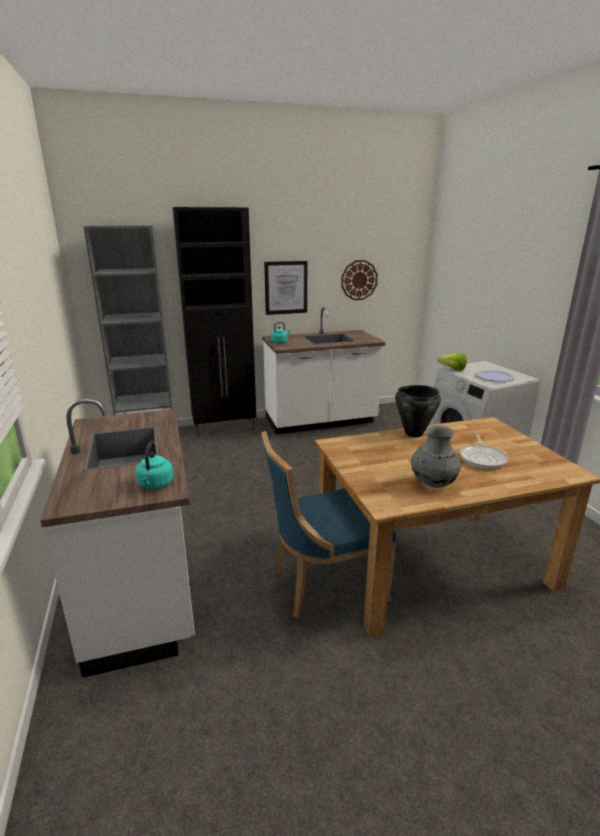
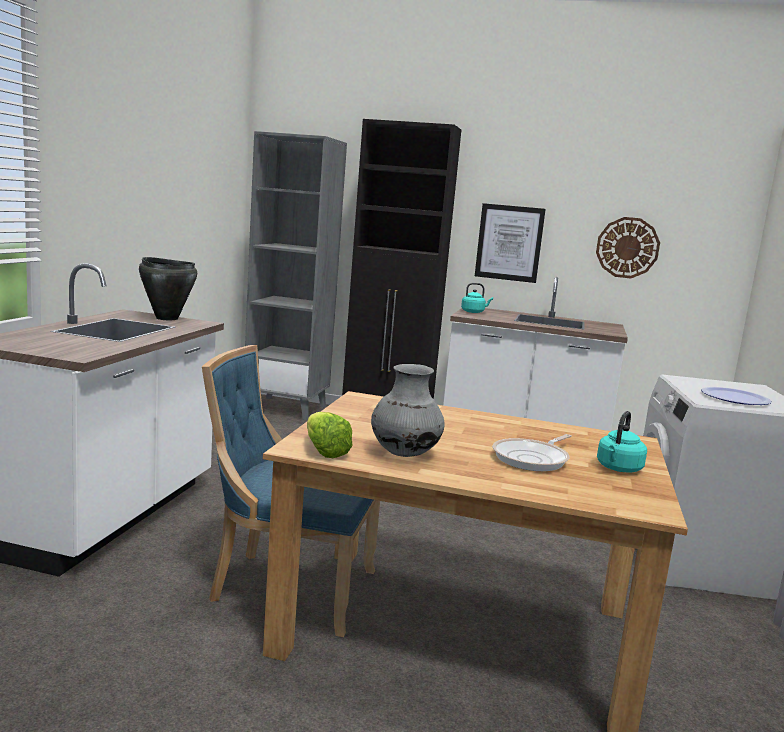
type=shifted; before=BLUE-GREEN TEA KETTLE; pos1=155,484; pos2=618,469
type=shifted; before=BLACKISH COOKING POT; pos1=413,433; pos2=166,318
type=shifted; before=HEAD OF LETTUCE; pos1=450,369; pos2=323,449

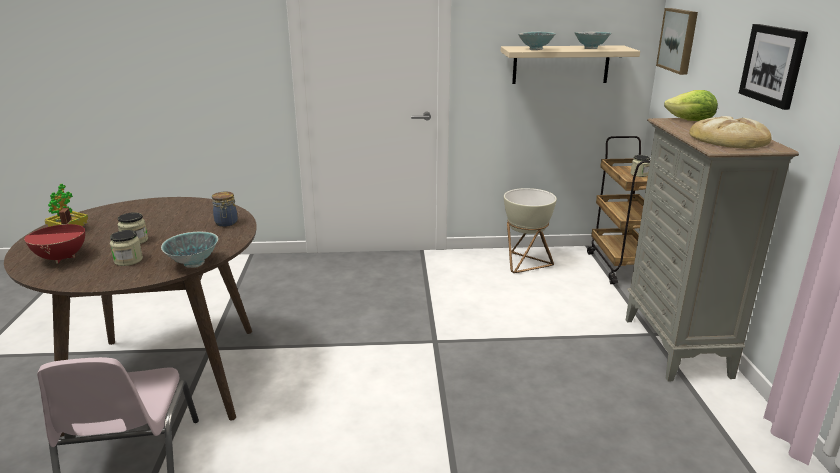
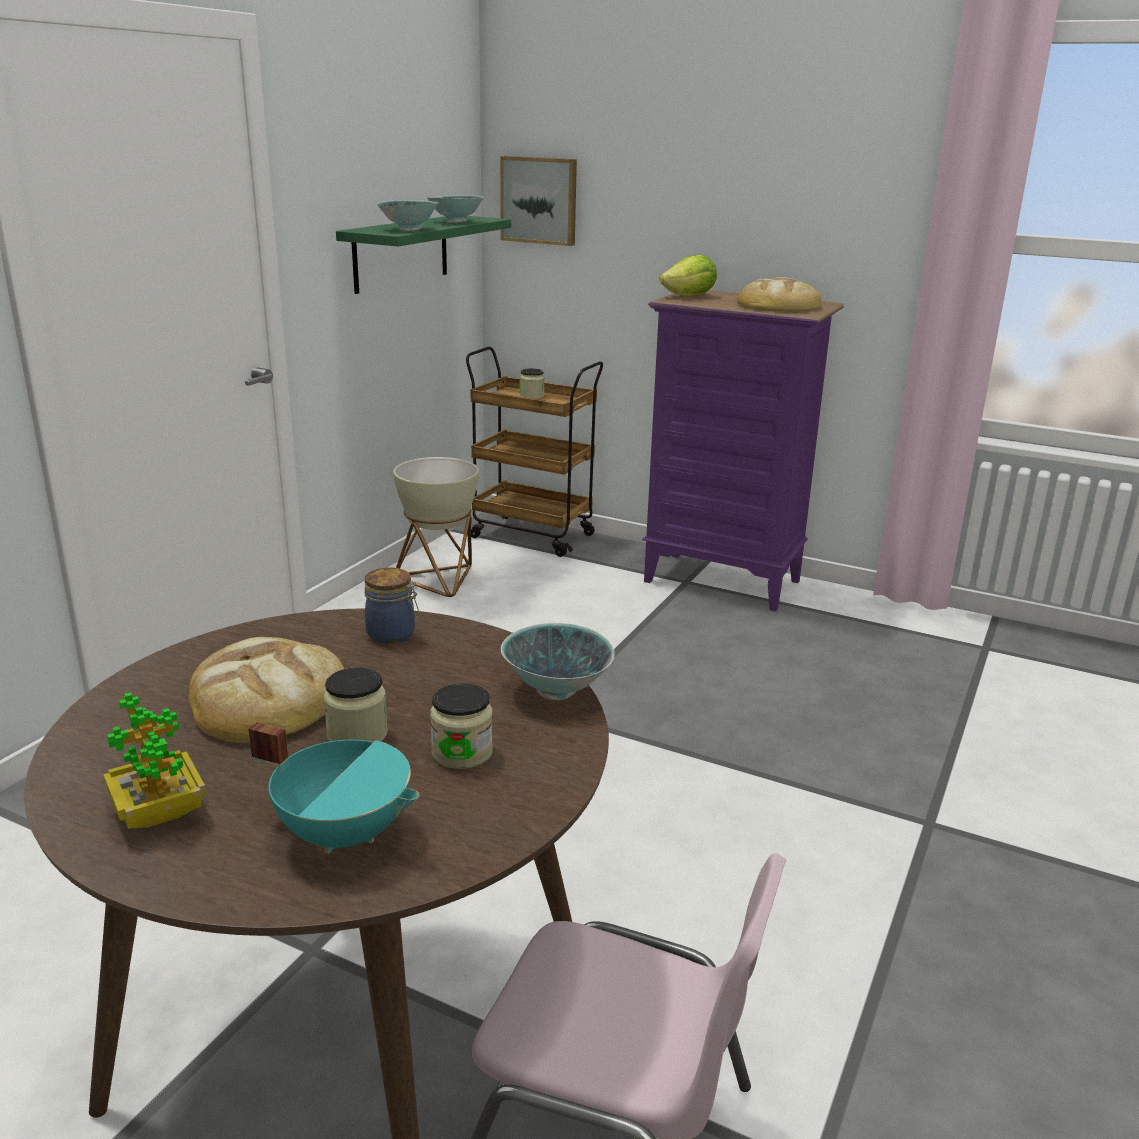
type=repainted; before=REDDISH COOKING POT; after=BLUE-GREEN COOKING POT; pos1=63,258; pos2=345,832
type=repainted; before=BEIGE-COLOURED WALL SHELF; after=GREEN-COLOURED WALL SHELF; pos1=561,64; pos2=401,253
type=repainted; before=GREY DRESSER; after=PURPLE-COLOURED DRESSER; pos1=675,348; pos2=724,583
type=gone; before=PICTURE; pos1=773,65
type=new; after=BAKERY BREAD; pos2=267,698

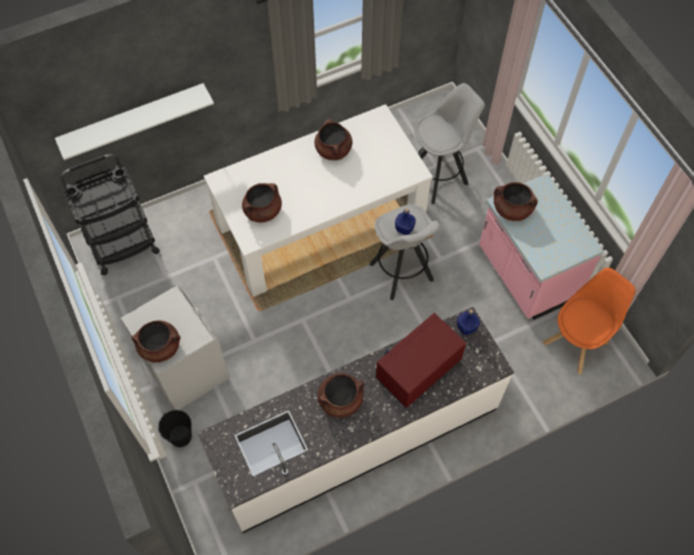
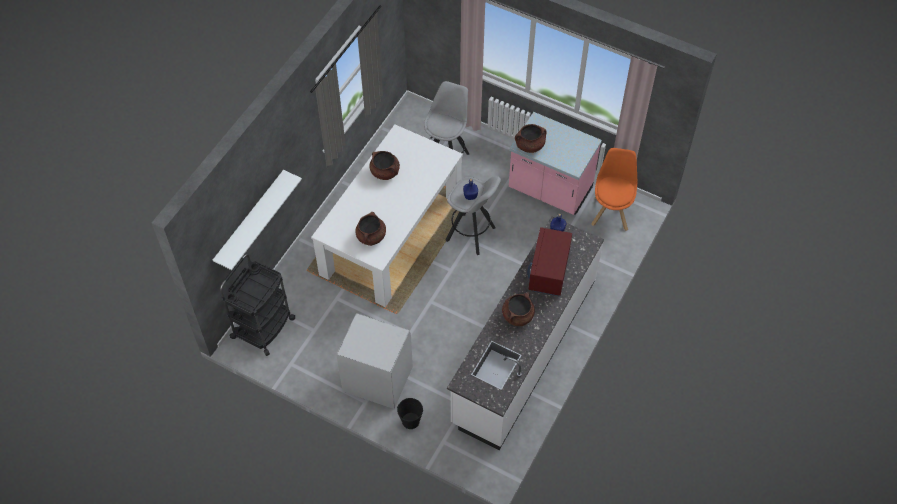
type=gone; before=BROWNISH COOKING POT; pos1=160,347

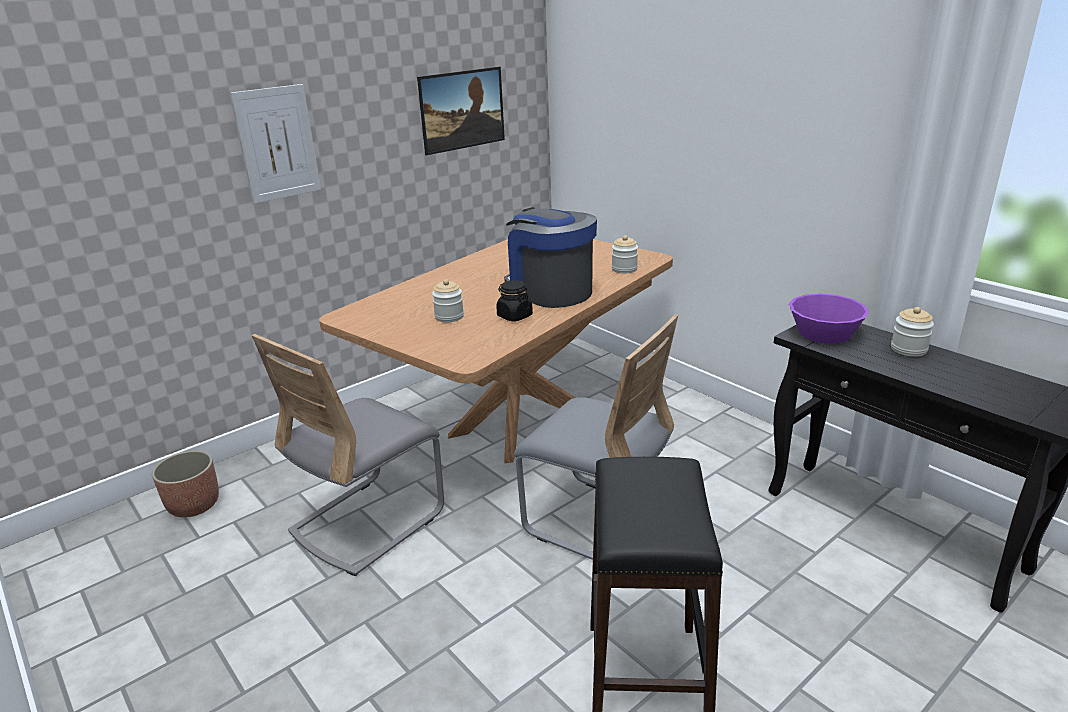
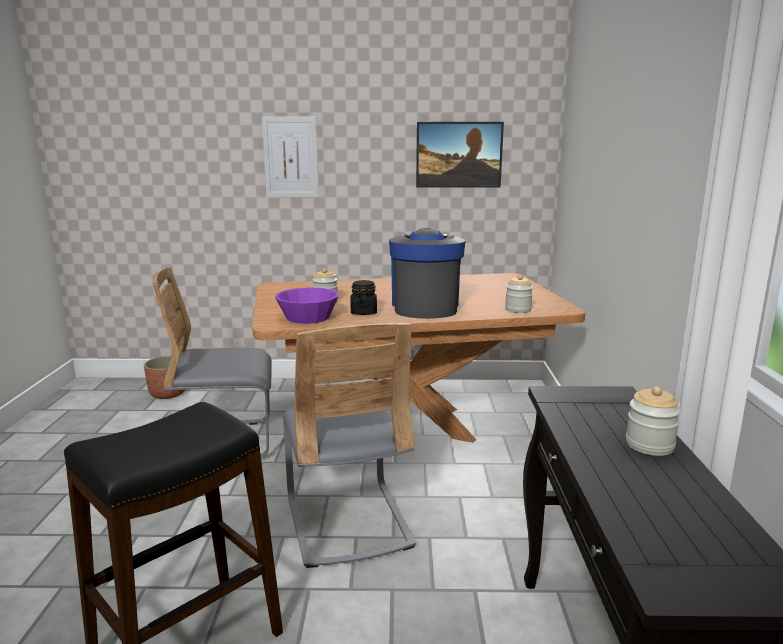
type=shifted; before=PURPLE-COLOURED SERVING BOWL; pos1=824,332; pos2=308,317

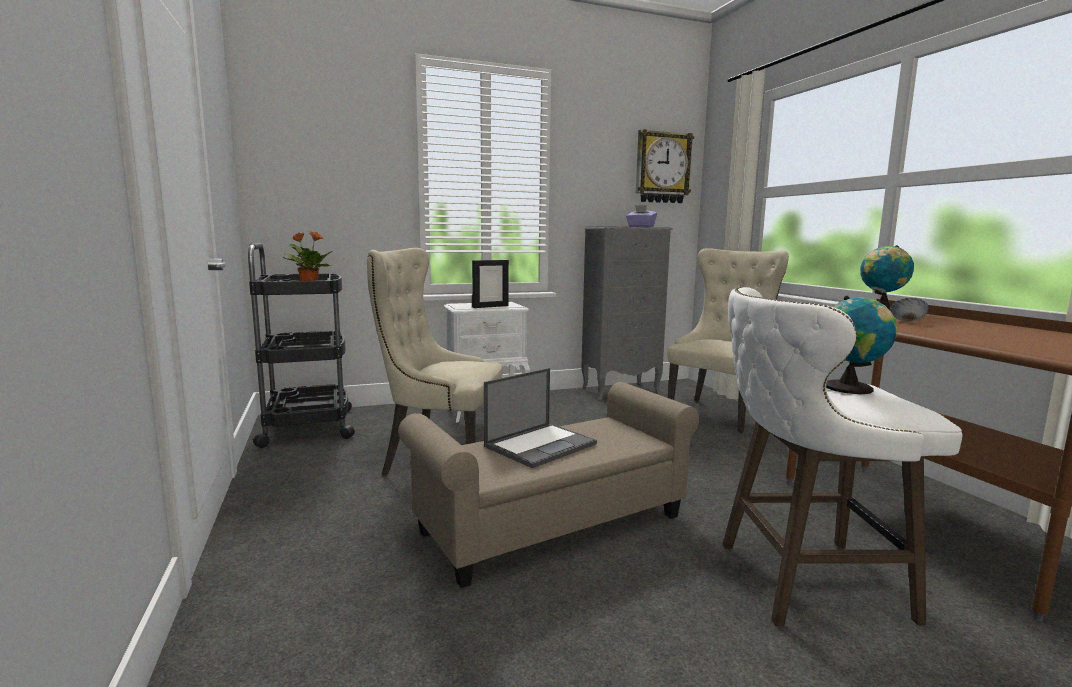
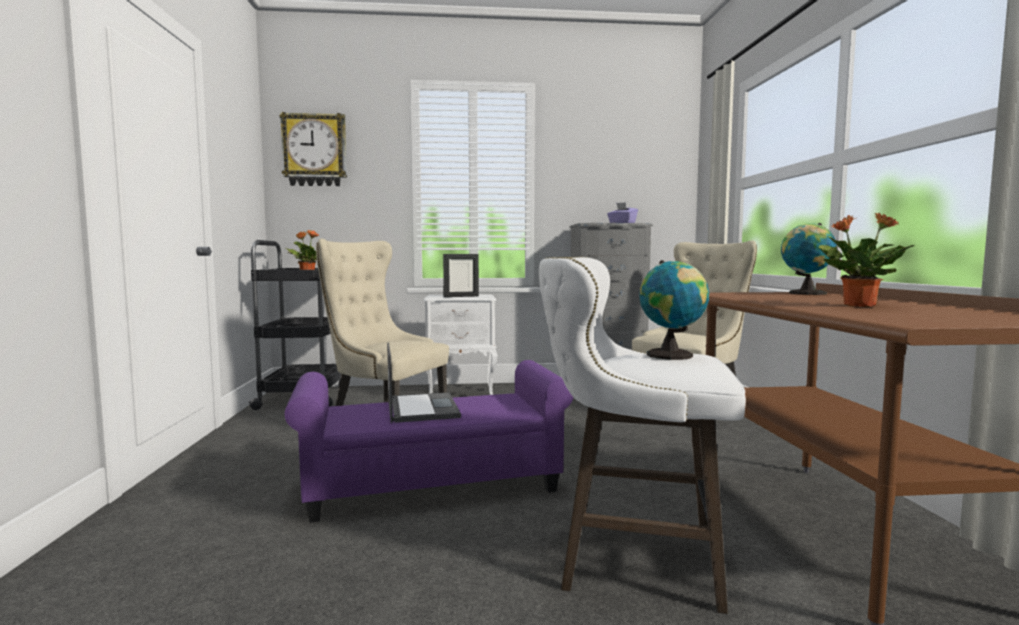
type=repainted; before=BEIGE-COLOURED FOOTREST; after=PURPLE-COLOURED FOOTREST; pos1=553,524; pos2=433,485
type=rotated; before=LAPTOP; pos1=541,445; pos2=421,408; turn=-75
type=shifted; before=WALL CLOCK; pos1=662,168; pos2=315,150
type=gone; before=SERVING BOWL; pos1=907,321
type=new; after=PLANT IN A POT; pos2=858,305

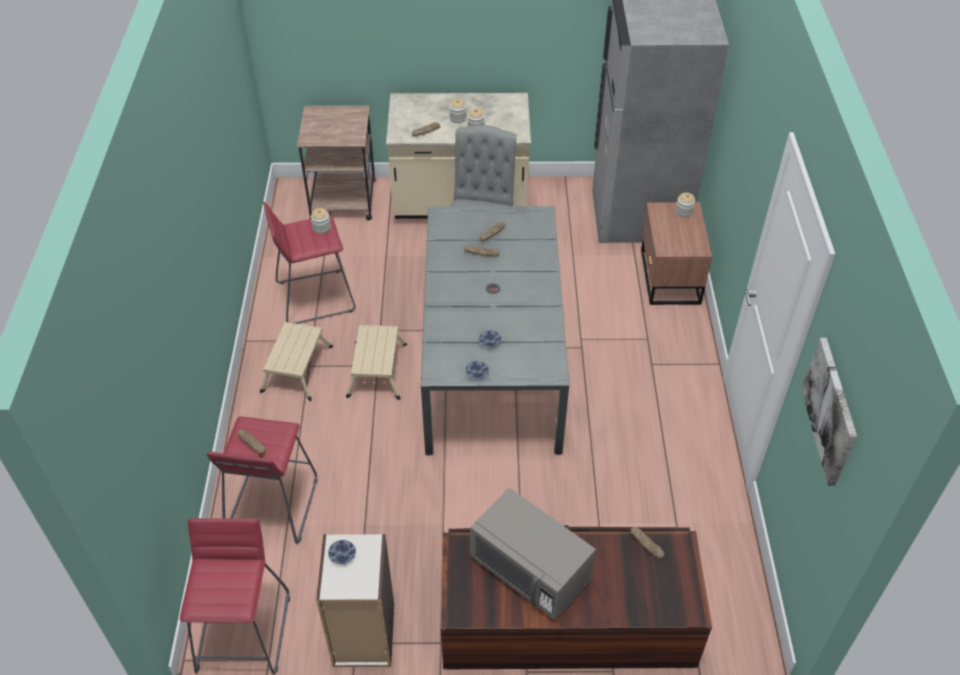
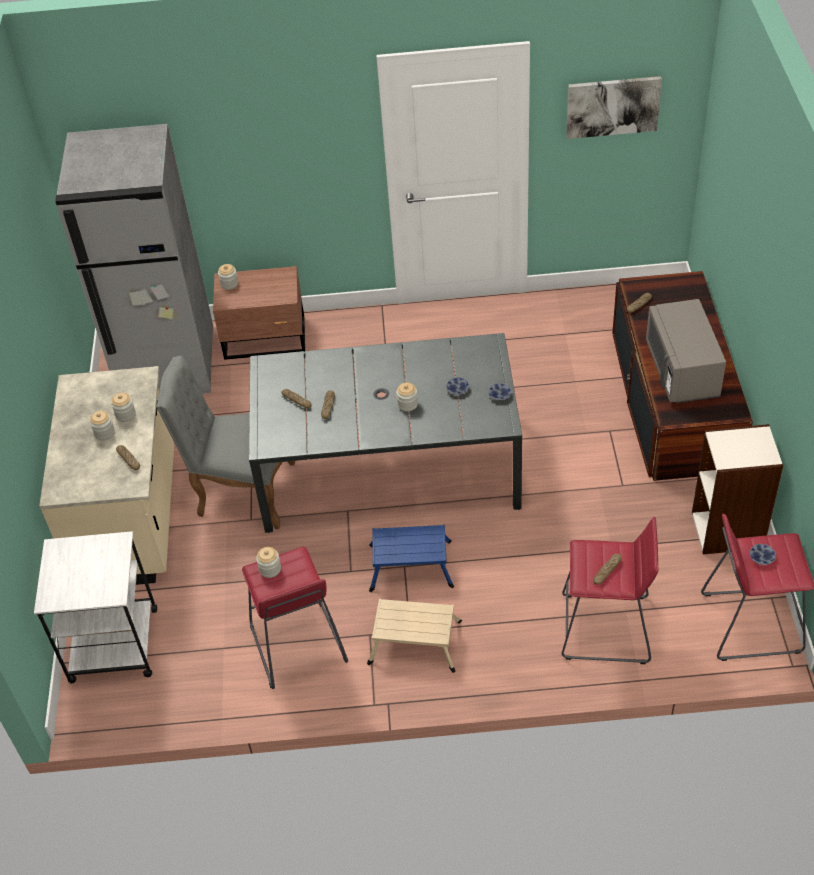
type=repainted; before=BROWNISH WHEELED CART; after=WHITE WHEELED CART; pos1=344,200; pos2=113,643
type=shifted; before=SERVING BOWL; pos1=341,555; pos2=762,558
type=repainted; before=BEIGE-COLOURED STEPLADDER; after=BLUE STEPLADDER; pos1=377,369; pos2=410,565
type=rotated; before=GREY MICROWAVE; pos1=530,570; pos2=682,371; turn=135
type=new; after=PRESERVE JAR; pos2=407,404

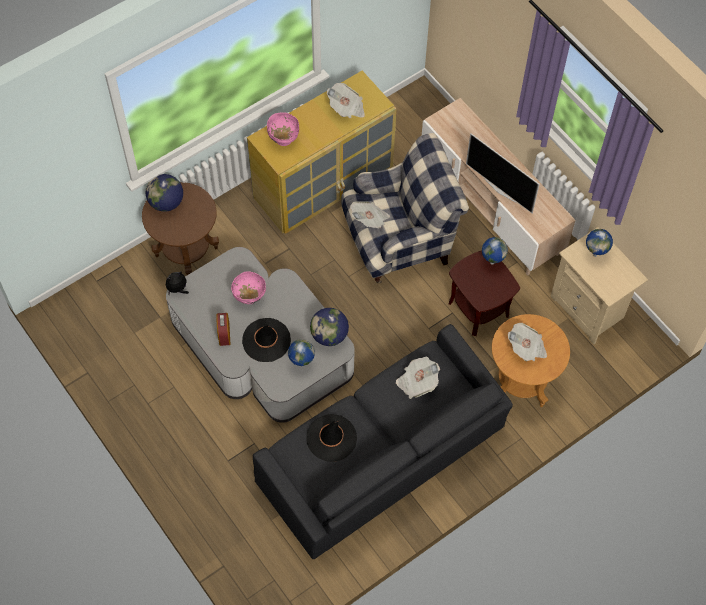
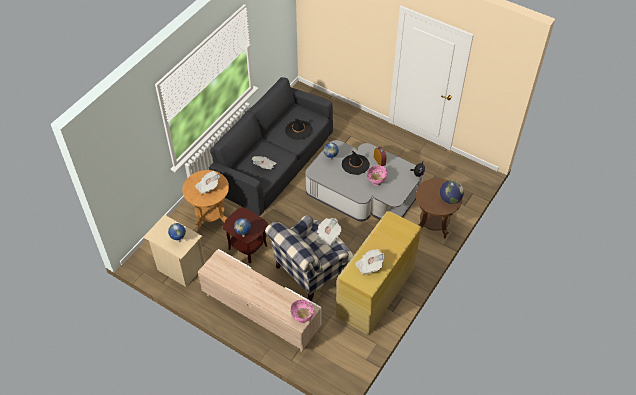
type=shifted; before=PINKISH SERVING BOWL; pos1=283,139; pos2=302,317
type=gone; before=DESK GLOBE; pos1=329,335
type=gone; before=TV; pos1=500,190

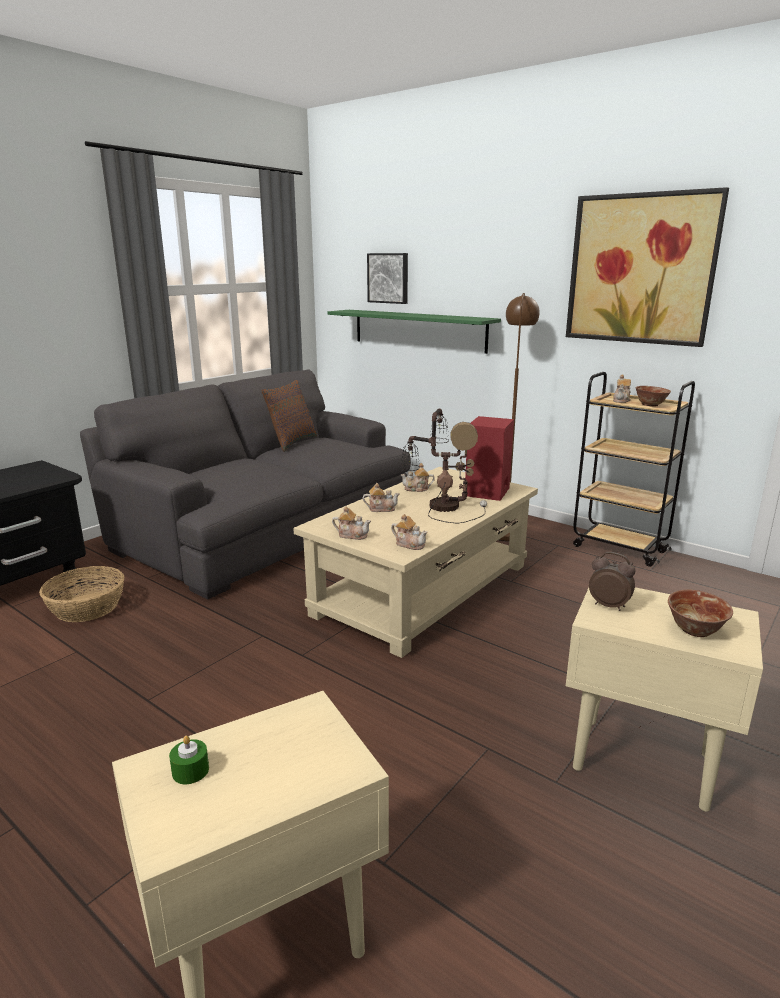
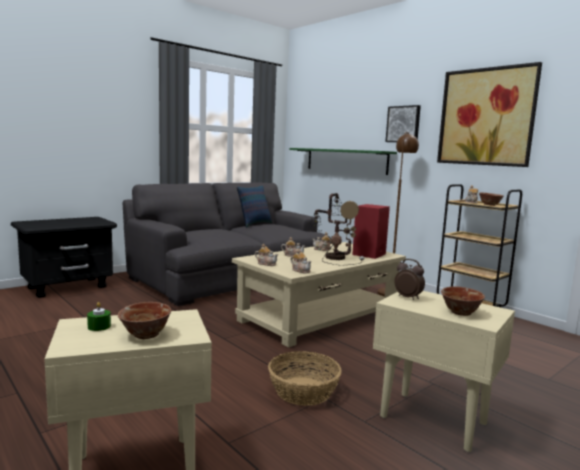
type=shifted; before=BASKET; pos1=87,607; pos2=304,391
type=repainted; before=BROWNISH THROW PILLOW; after=BLUE THROW PILLOW; pos1=292,443; pos2=254,224
type=shifted; before=PICTURE; pos1=388,278; pos2=403,124
type=new; after=SERVING BOWL; pos2=146,335

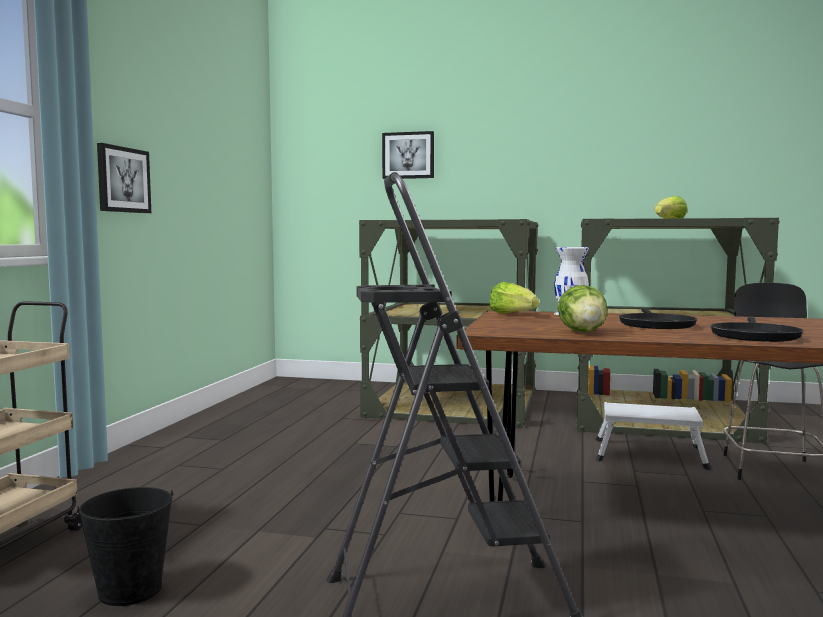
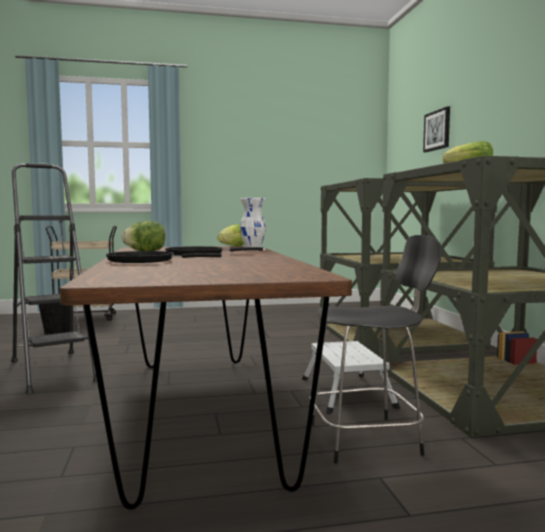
type=gone; before=PICTURE; pos1=123,180

